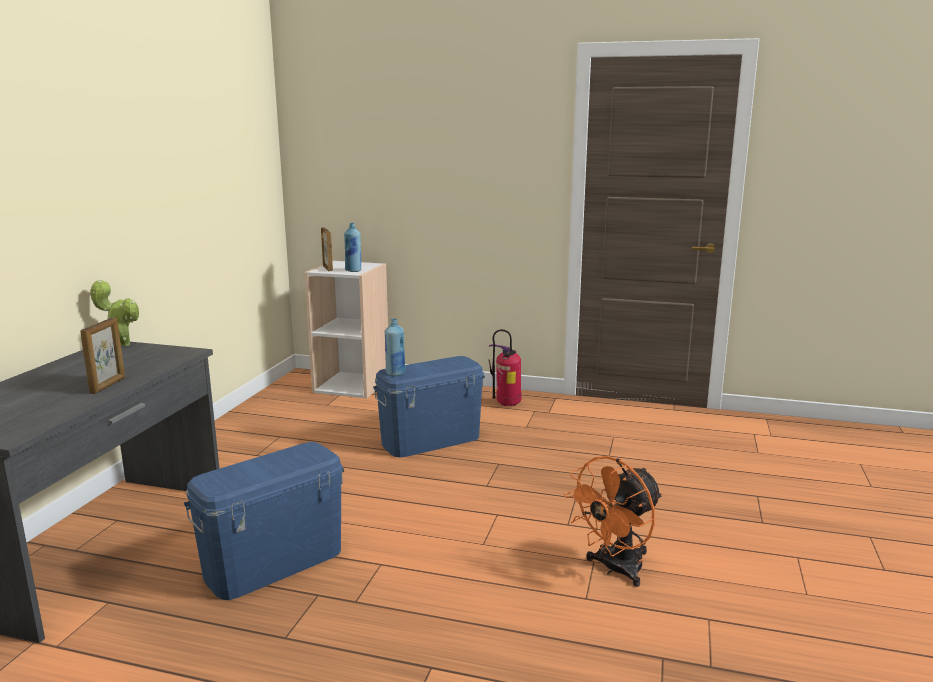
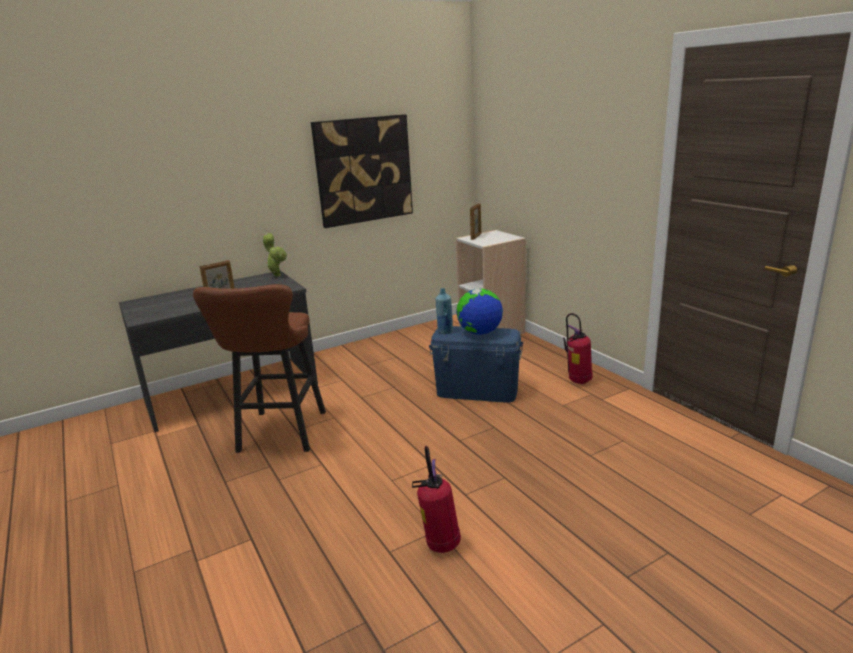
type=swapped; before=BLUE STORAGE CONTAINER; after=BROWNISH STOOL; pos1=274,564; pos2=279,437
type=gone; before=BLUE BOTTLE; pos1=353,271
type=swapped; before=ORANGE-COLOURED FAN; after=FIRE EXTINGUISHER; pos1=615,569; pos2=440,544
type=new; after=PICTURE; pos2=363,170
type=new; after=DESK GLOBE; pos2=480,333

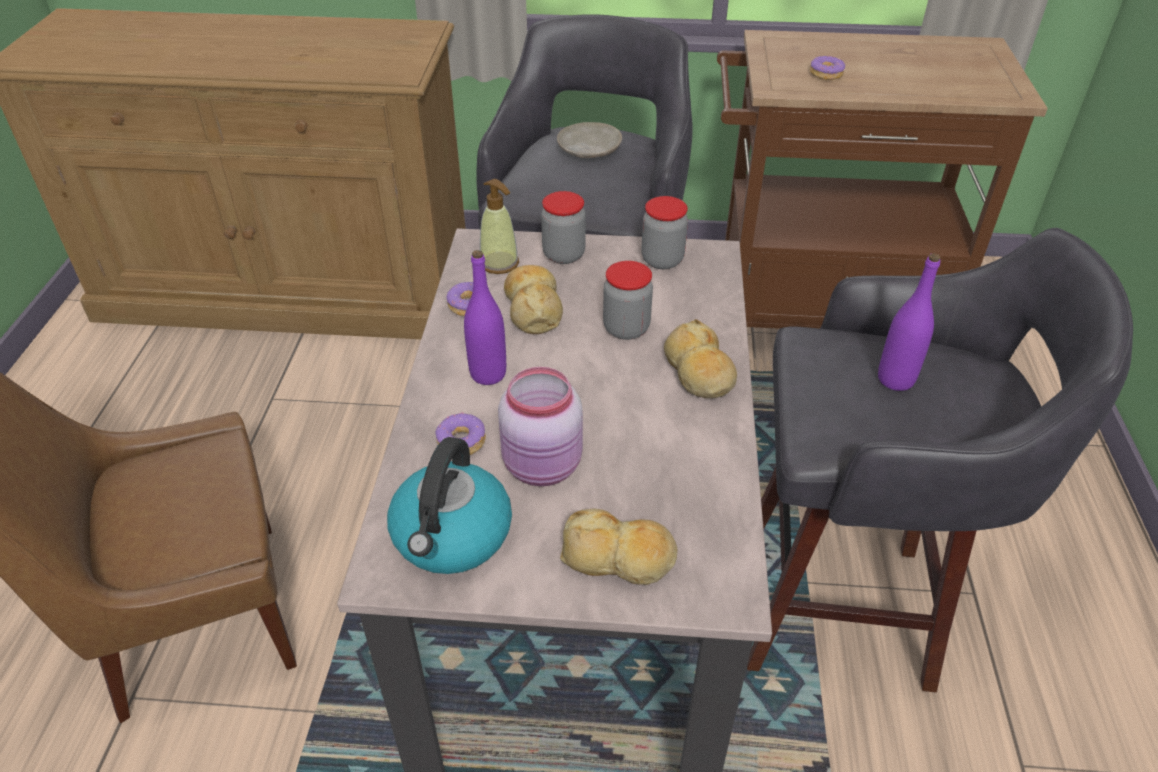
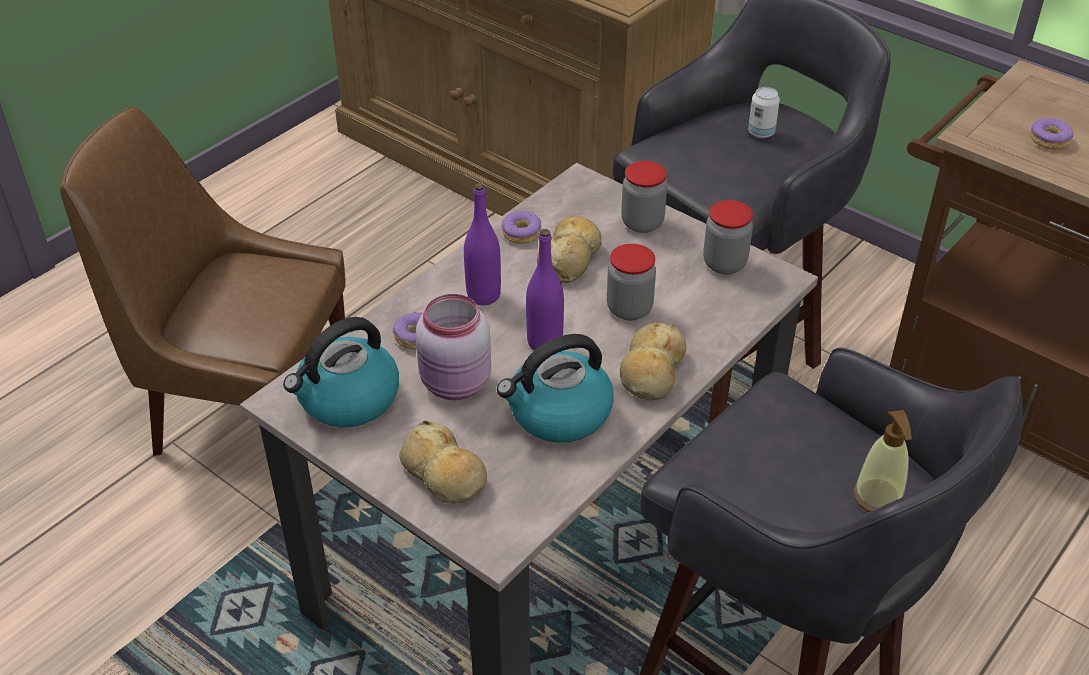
type=shifted; before=SOAP BOTTLE; pos1=499,263; pos2=878,497
type=swapped; before=BEIGE-COLOURED PLATE; after=SEALED CAN; pos1=588,150; pos2=761,133
type=shifted; before=PURPLE-COLOURED BOTTLE; pos1=895,379; pos2=544,342
type=new; after=TEA KETTLE; pos2=558,414

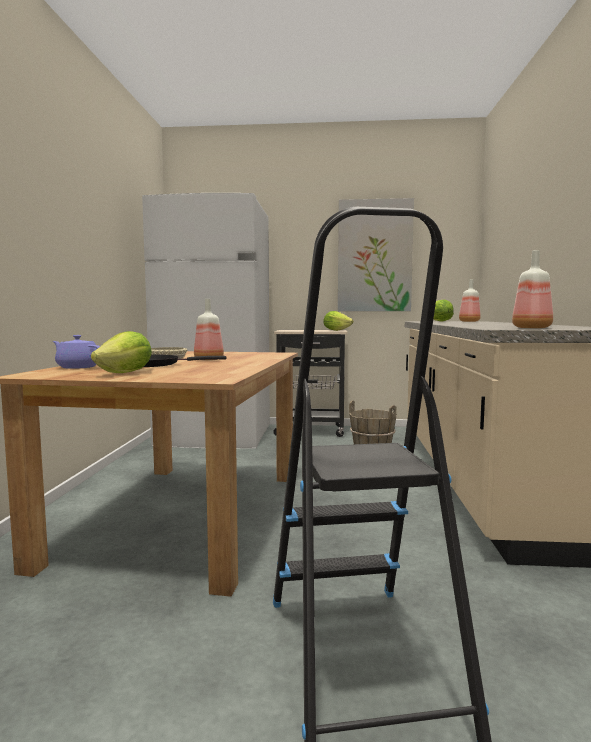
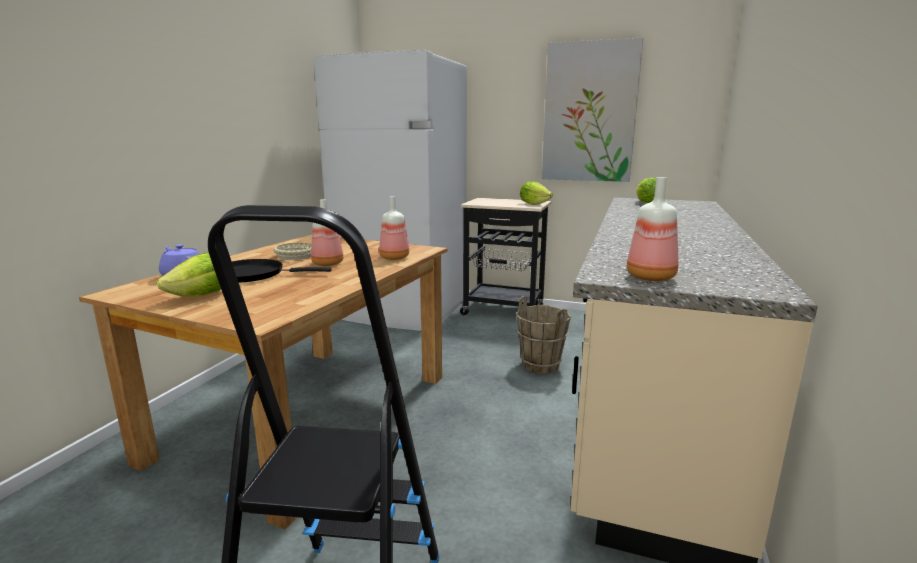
type=shifted; before=BOTTLE; pos1=469,321; pos2=393,258

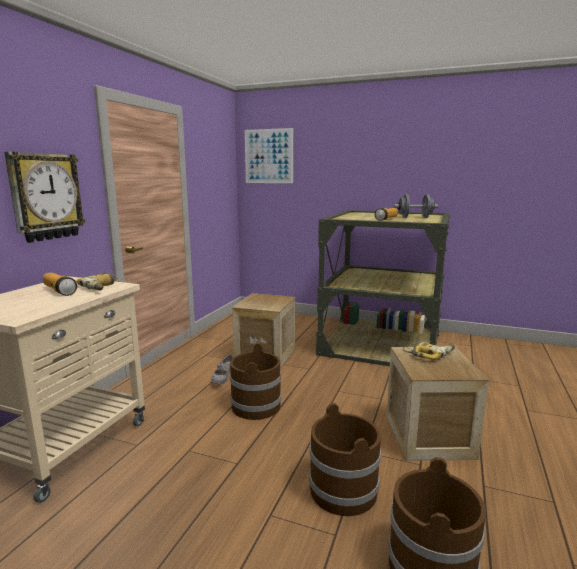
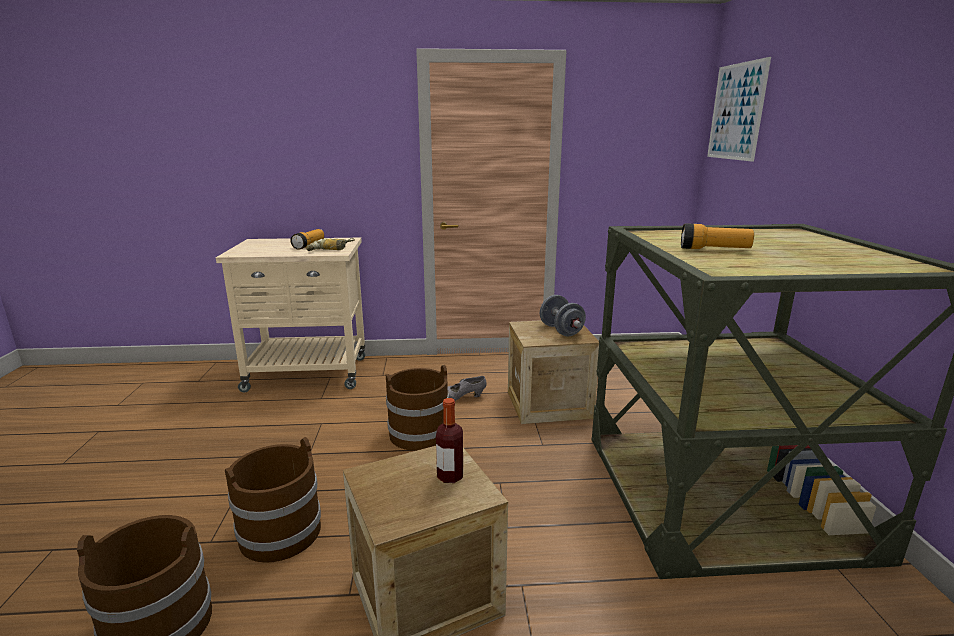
type=gone; before=WALL CLOCK; pos1=45,197
type=shifted; before=GREY HAND WEIGHT; pos1=414,217; pos2=561,330
type=swapped; before=ELECTRIC DRILL; after=BOTTLE; pos1=429,354; pos2=450,476

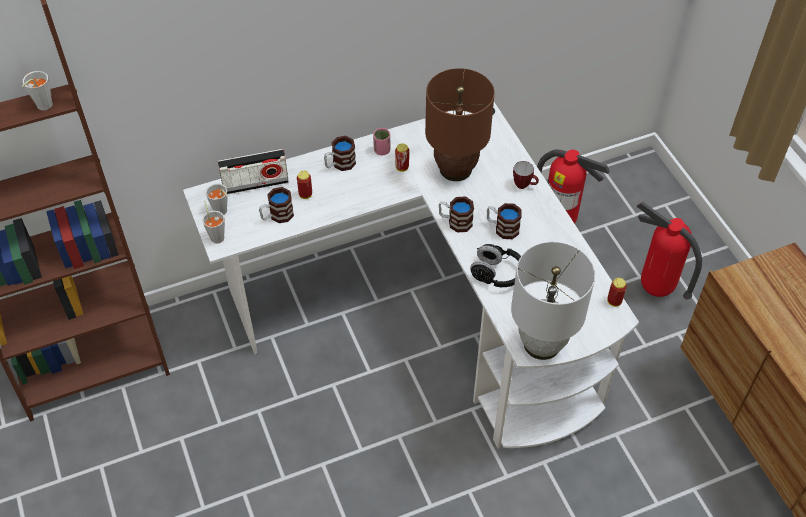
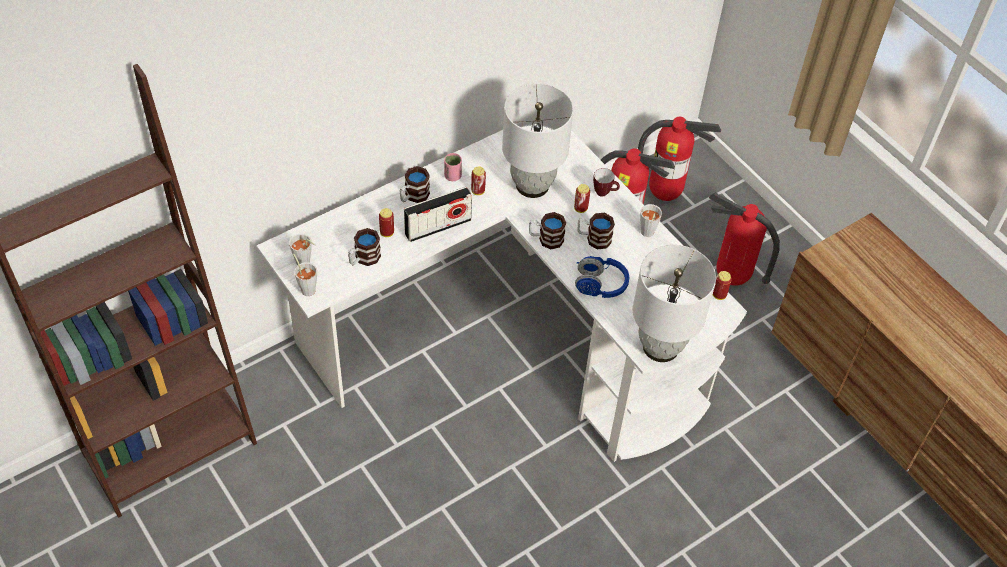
type=shifted; before=GREY SMALL CUP; pos1=42,107; pos2=646,234
type=shifted; before=RADIO; pos1=255,184; pos2=438,227
type=repainted; before=BROWNISH TABLETOP LAMP; after=WHITE TABLETOP LAMP; pos1=455,169; pos2=532,185
type=repainted; before=BLACKISH HEADSET; after=BLUE HEADSET; pos1=497,274; pos2=600,285
type=new; after=SEALED CAN; pos2=580,208
type=new; after=FIRE EXTINGUISHER; pos2=665,194

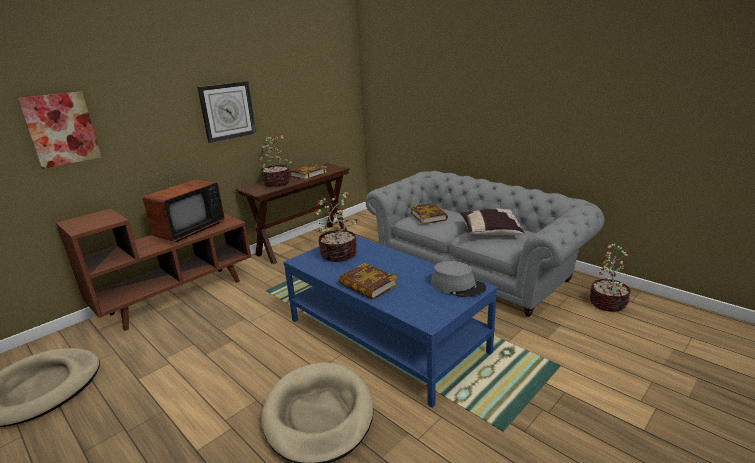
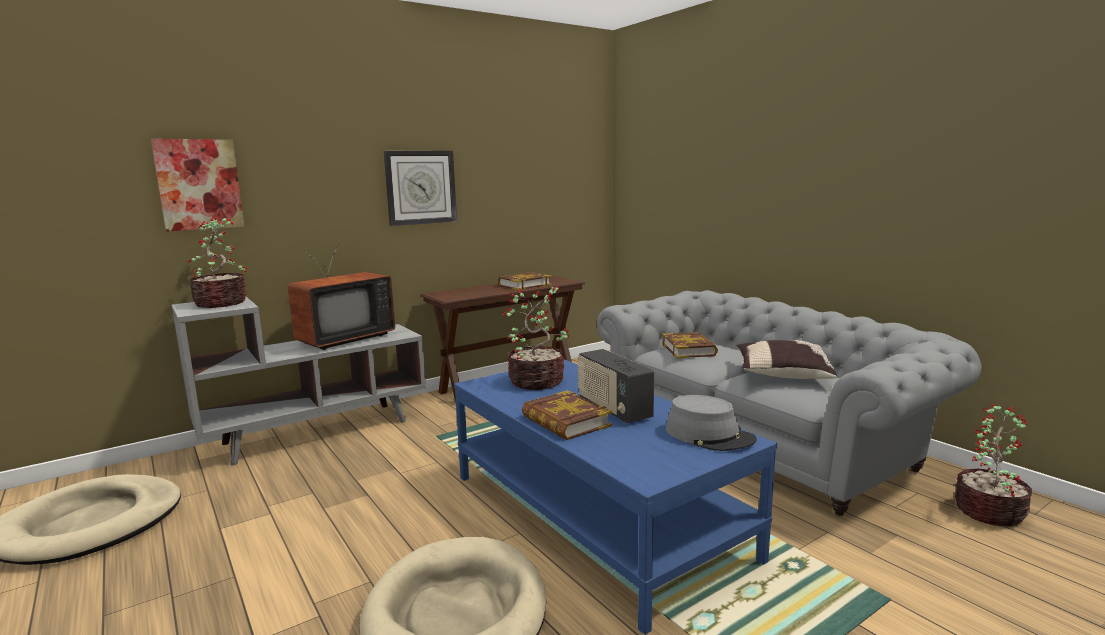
type=repainted; before=BROWNISH TV STAND; after=GREY TV STAND; pos1=178,296; pos2=318,431
type=shifted; before=PLANT IN A POT; pos1=277,183; pos2=222,303
type=new; after=RADIO; pos2=613,409

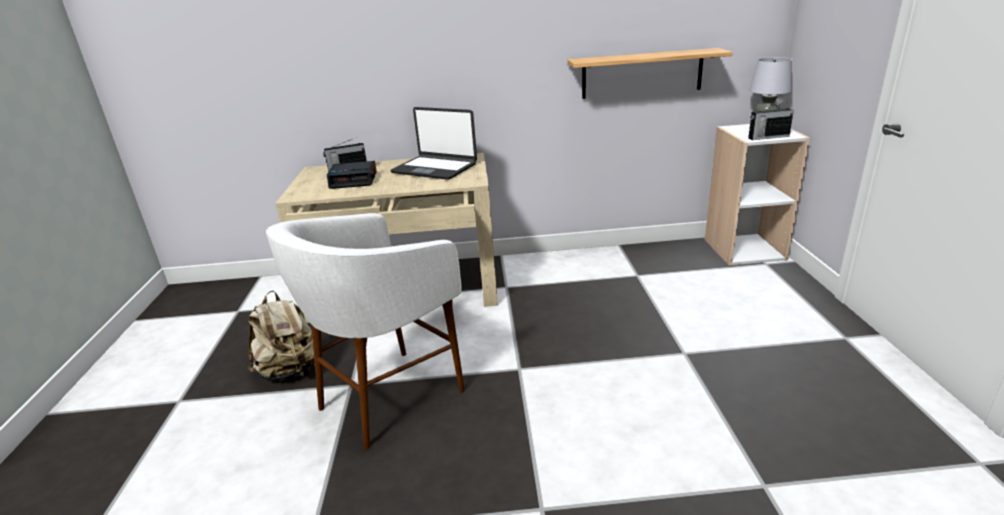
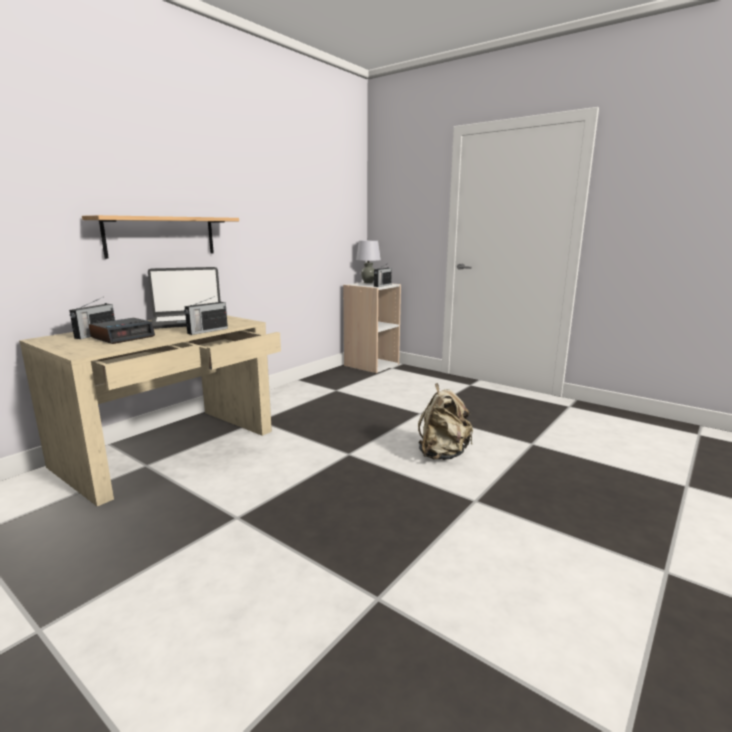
type=shifted; before=BEIGE-COLOURED BACKPACK; pos1=291,371; pos2=442,454
type=gone; before=WHITE STOOL; pos1=389,398
type=shifted; before=WALL SHELF; pos1=642,73; pos2=161,236
type=new; after=RADIO; pos2=207,331

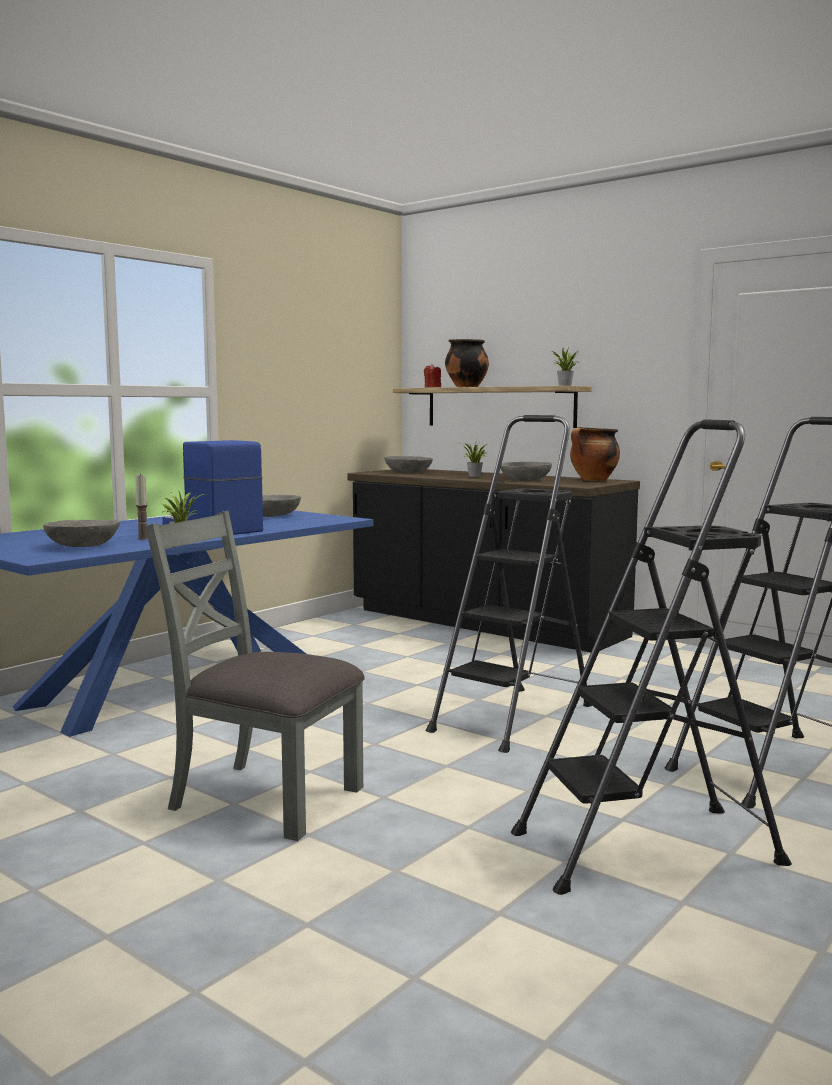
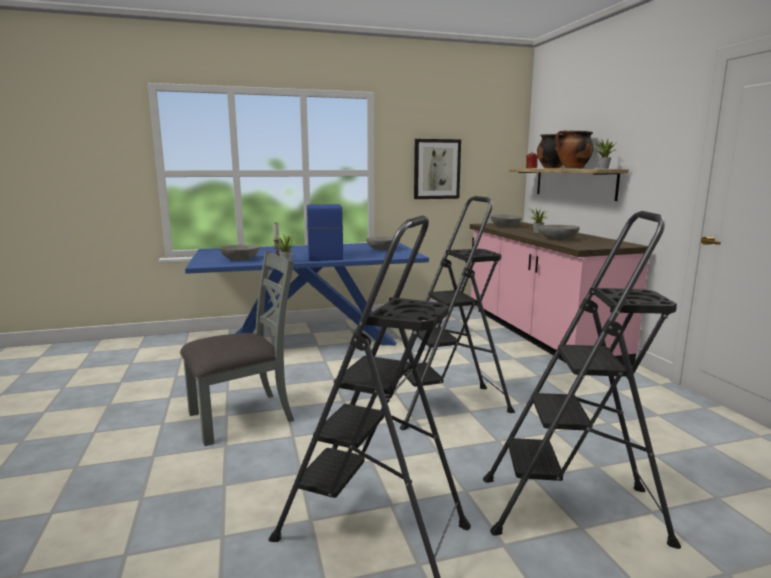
type=rotated; before=GREY CHAIR; pos1=264,798; pos2=242,417; turn=90
type=repainted; before=BLACKISH COUNTER; after=PINKISH COUNTER; pos1=484,624; pos2=537,334
type=shifted; before=COOKING POT; pos1=593,480; pos2=572,168
type=new; after=PICTURE; pos2=436,169

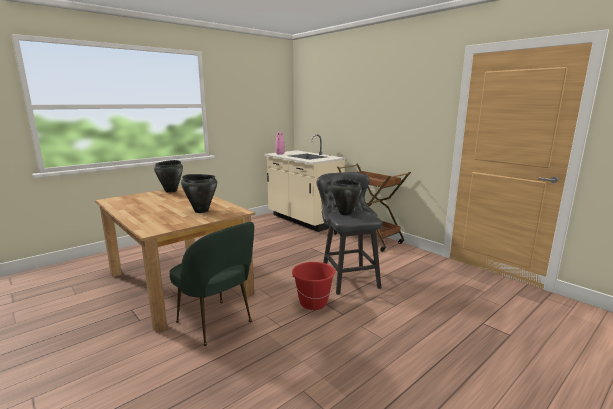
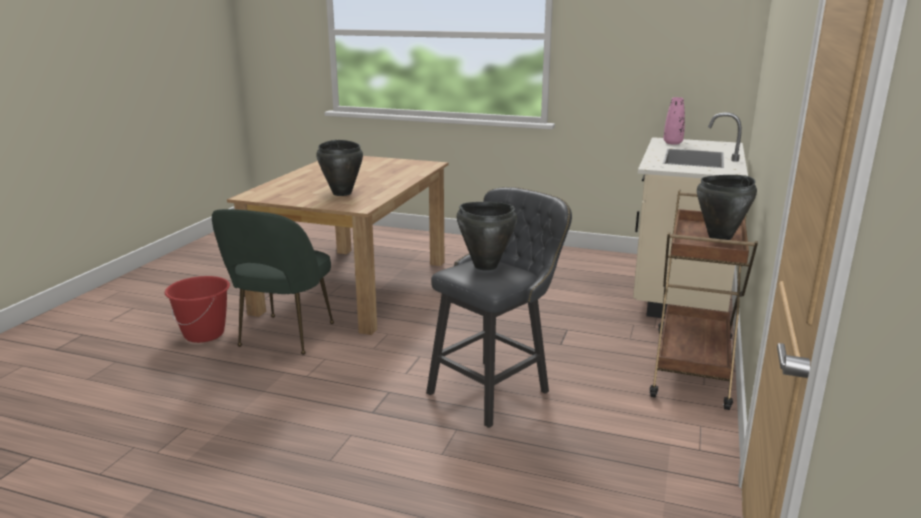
type=shifted; before=BLACKISH COOKING POT; pos1=171,191; pos2=720,237
type=shifted; before=REDDISH PAIL; pos1=313,303; pos2=204,334

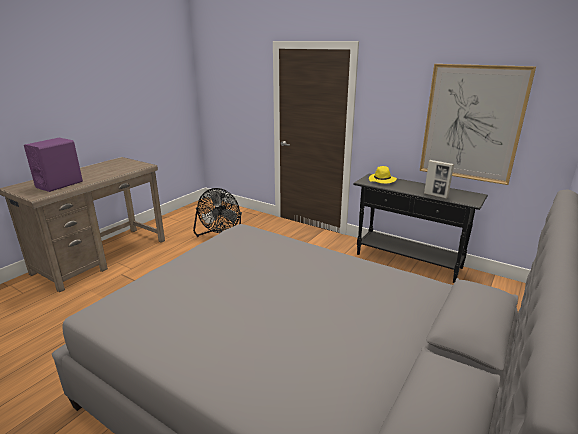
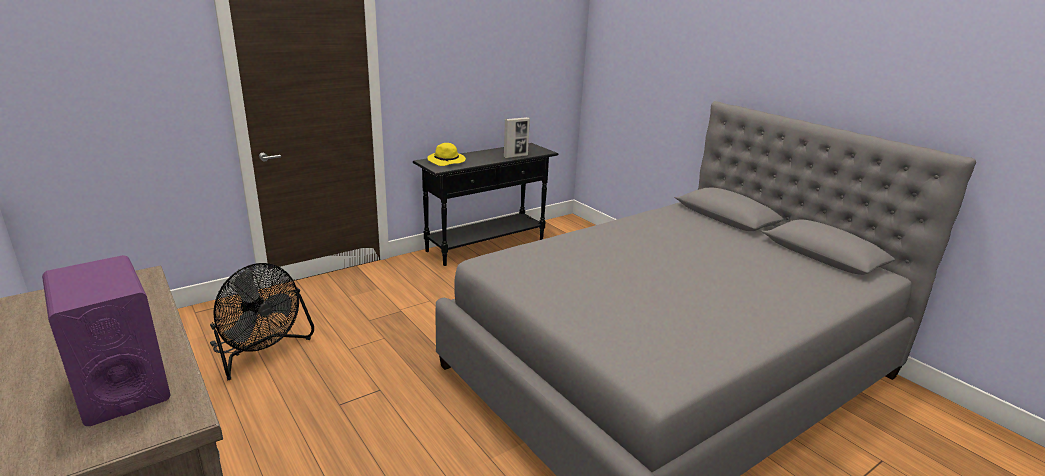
type=gone; before=PICTURE; pos1=471,124

